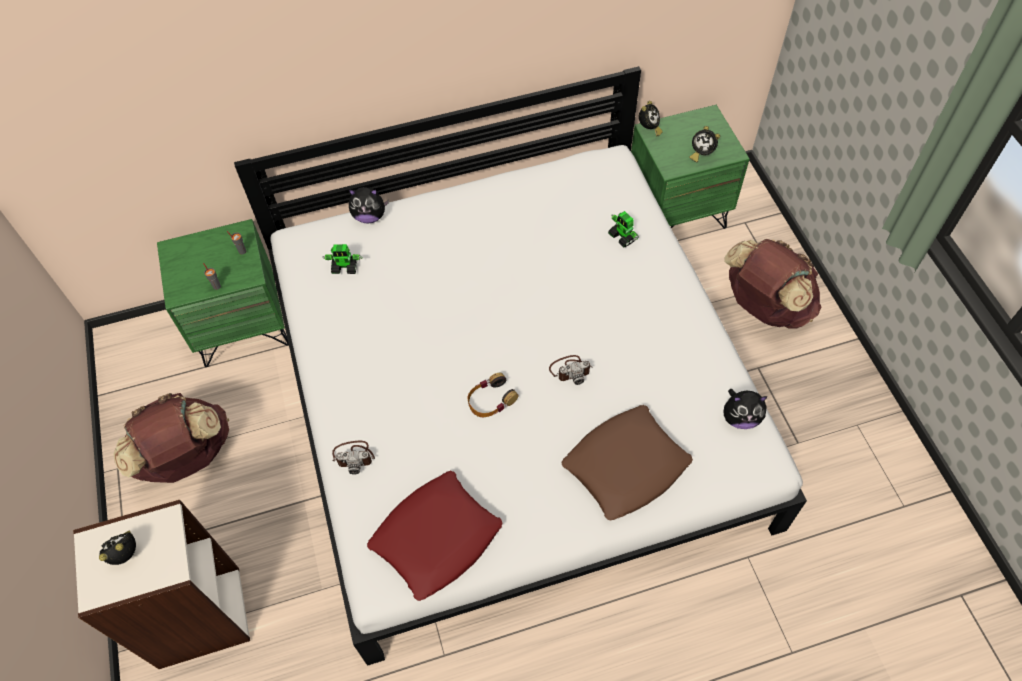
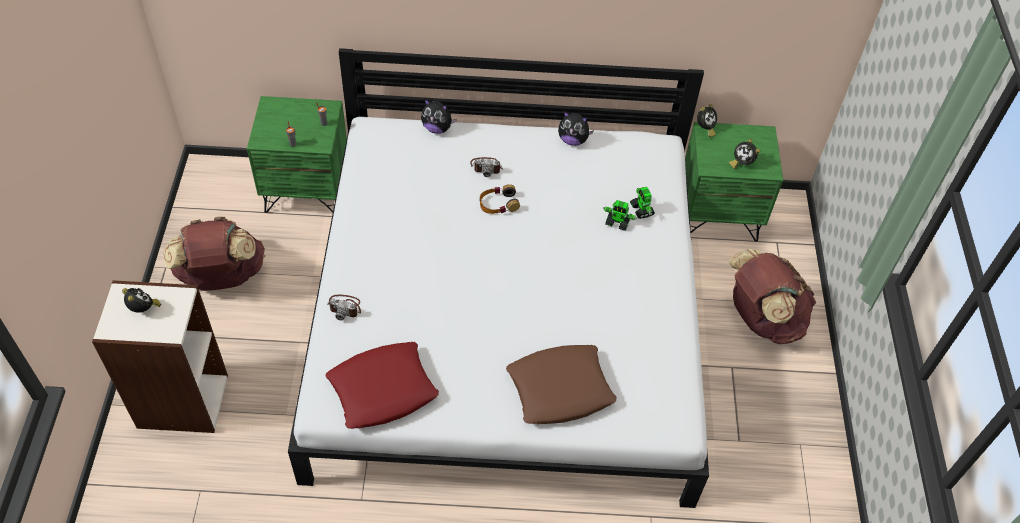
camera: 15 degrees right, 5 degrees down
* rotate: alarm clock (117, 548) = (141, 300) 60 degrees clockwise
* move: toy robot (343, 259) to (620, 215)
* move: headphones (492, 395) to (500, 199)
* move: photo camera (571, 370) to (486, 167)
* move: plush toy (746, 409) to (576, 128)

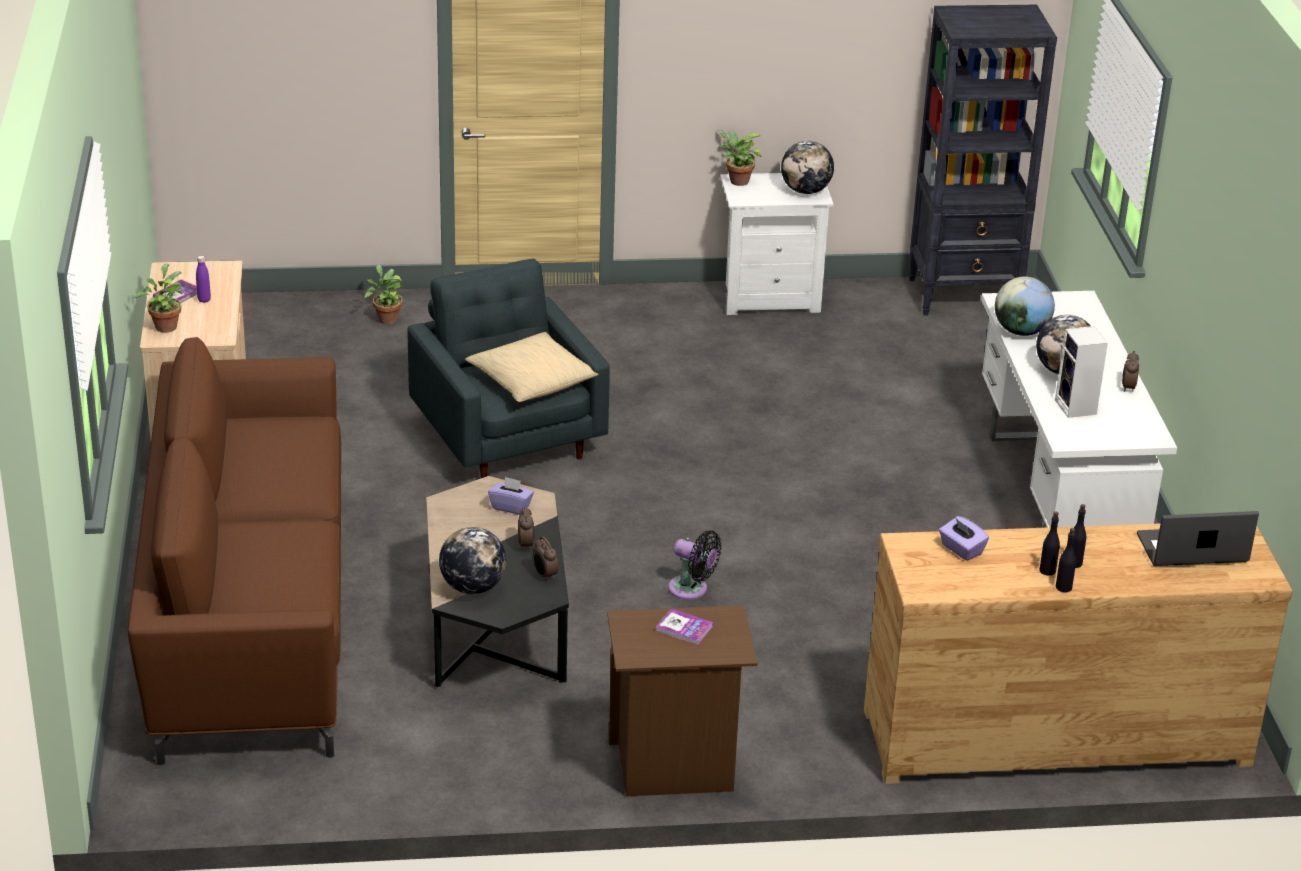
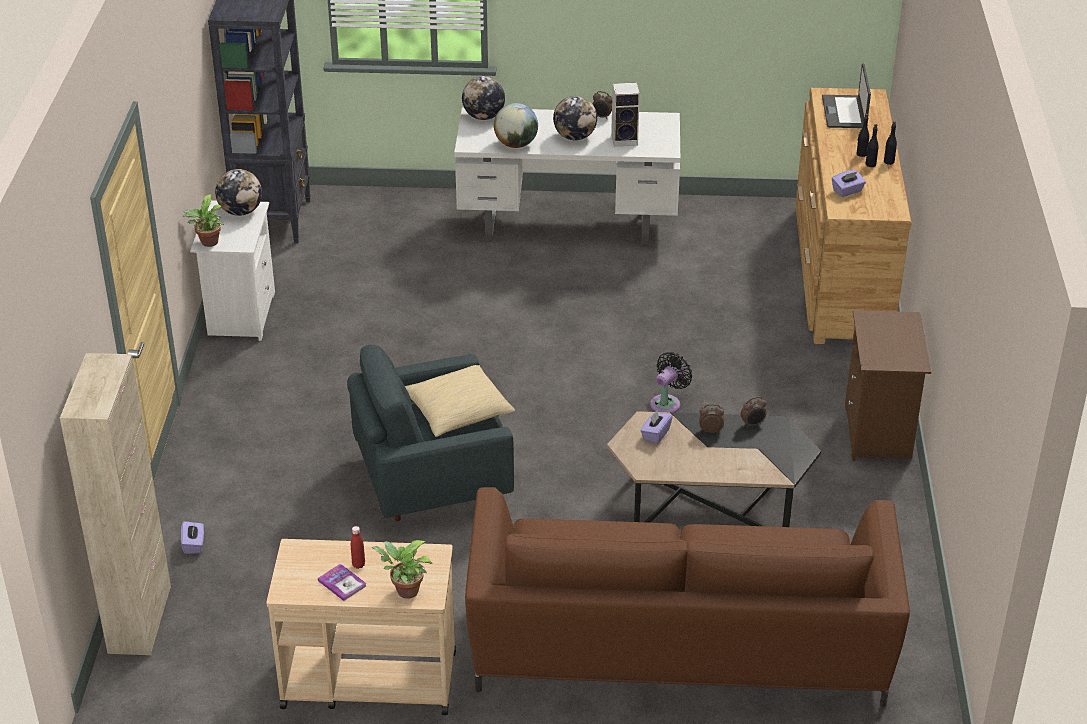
camera: 80 degrees left, 5 degrees up
* recolor: purple bottle (203, 279) to red bottle (358, 547)
* replace: potted plant (384, 294) to purple tissue box (192, 537)
* move: globe (472, 560) to (483, 98)
* delete: book (685, 626)
* insert: beige cabinet (115, 504)

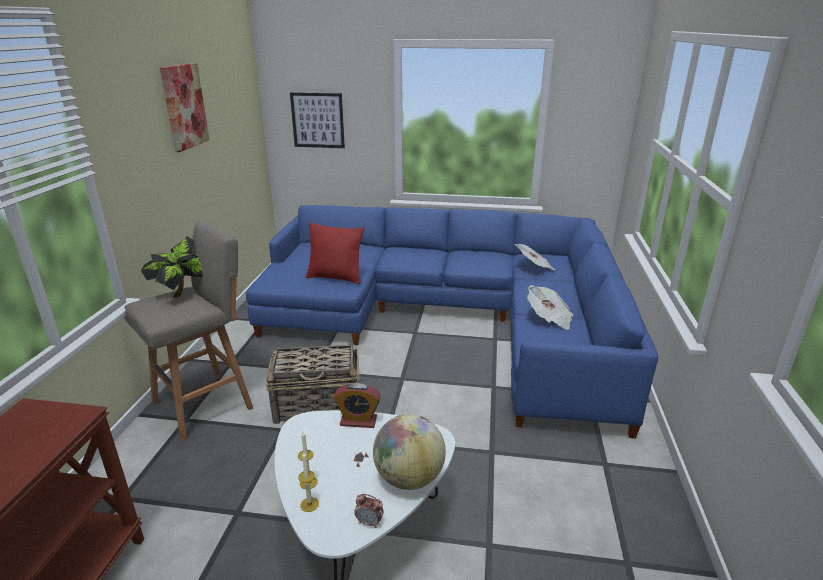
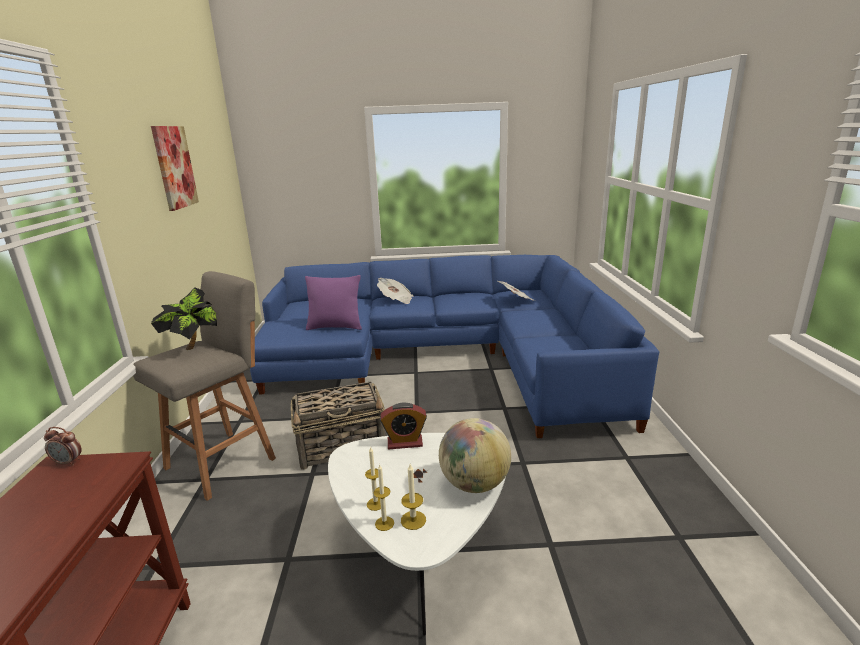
camera: 10 degrees left, 5 degrees down
* delete: picture (317, 120)
* recolor: red pillow (335, 253) to purple pillow (333, 302)
* move: alarm clock (369, 511) to (63, 446)
* move: newspaper (550, 307) to (395, 291)
* insert: candle (413, 497)

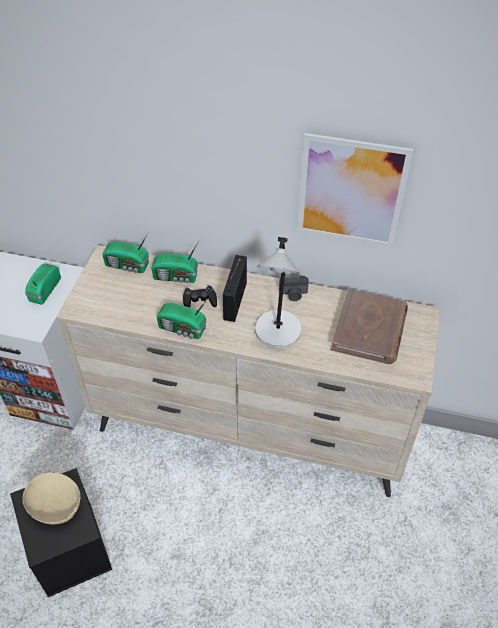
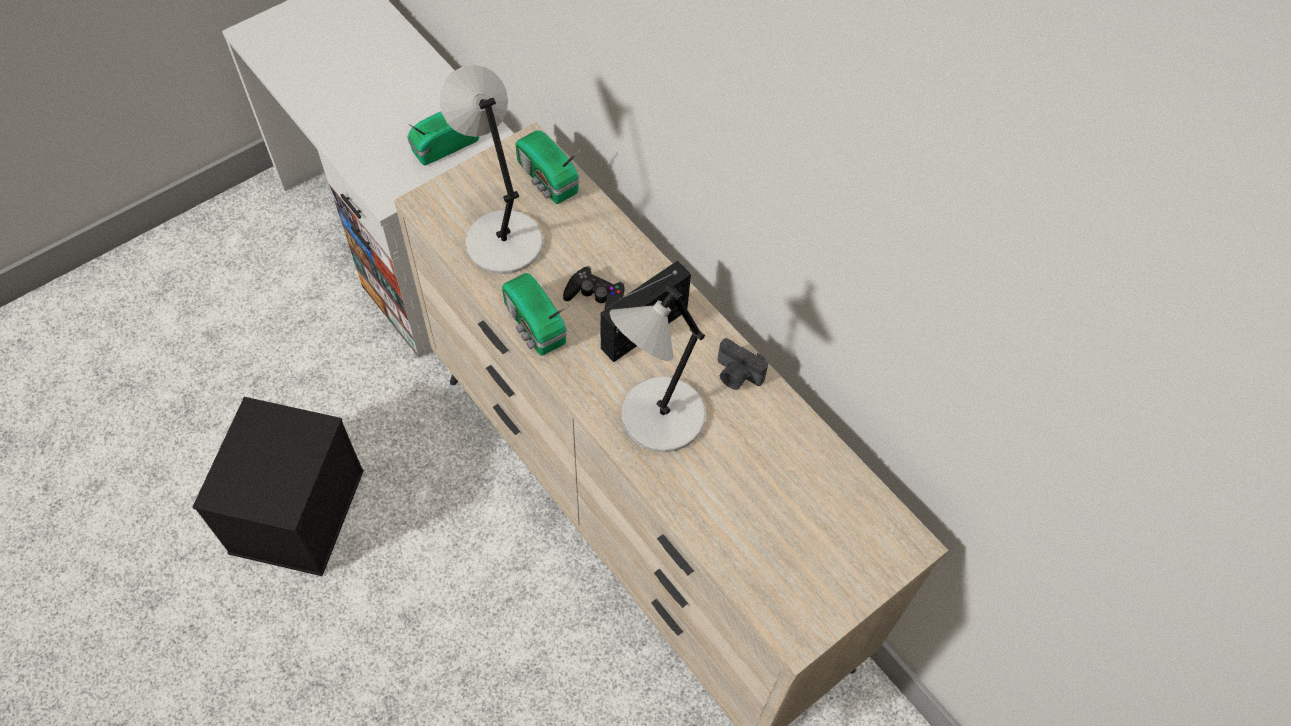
camera: 35 degrees right, 10 degrees up
* delete: beige bowl (51, 498)
* delete: radio (175, 262)
* delete: picture (355, 190)
* delete: brown book (369, 326)
* insert: grey table lamp (491, 169)

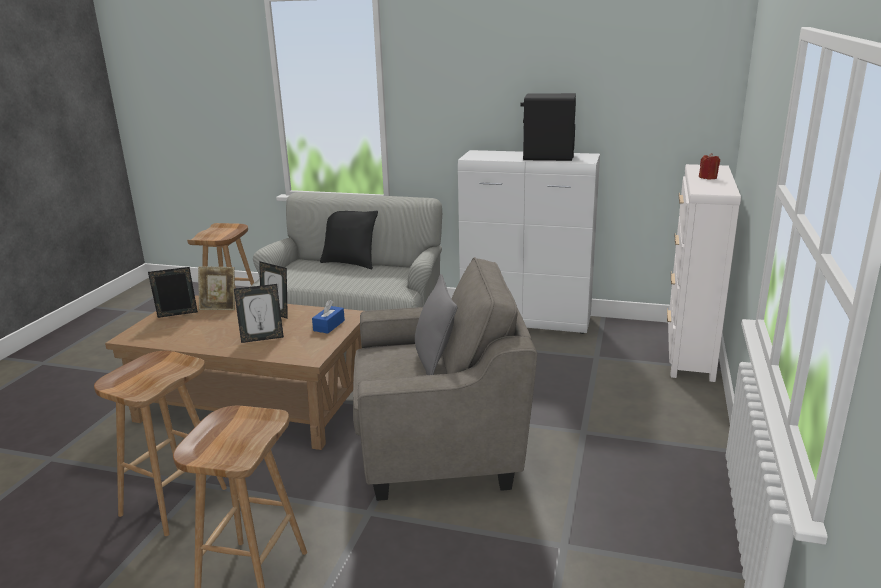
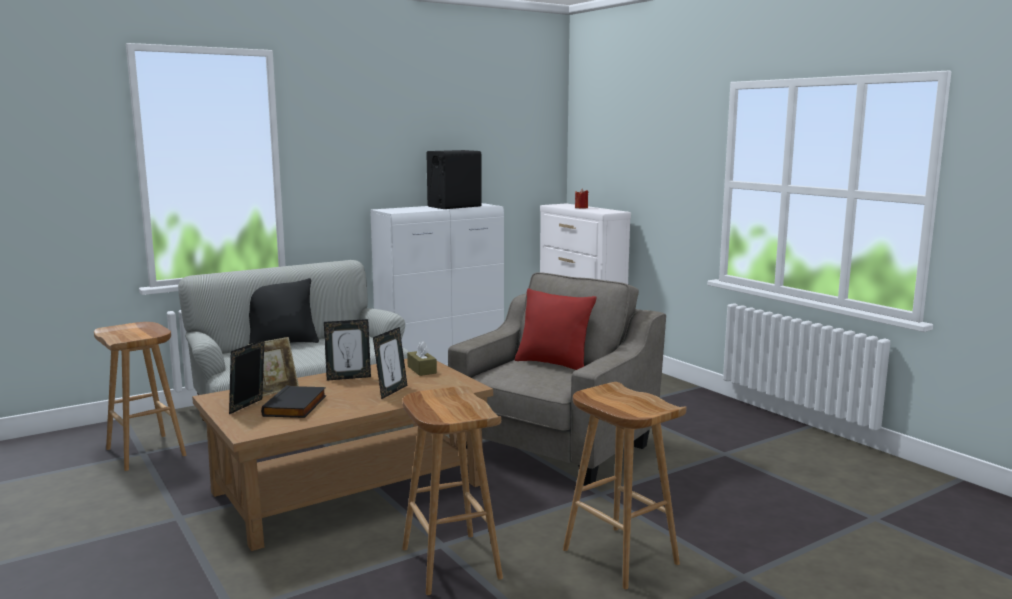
camera: 50 degrees left, 10 degrees down
* recolor: blue tissue box (328, 317) to brown tissue box (422, 358)
* recolor: grey pillow (436, 324) to red pillow (555, 329)
* insert: black book (293, 401)

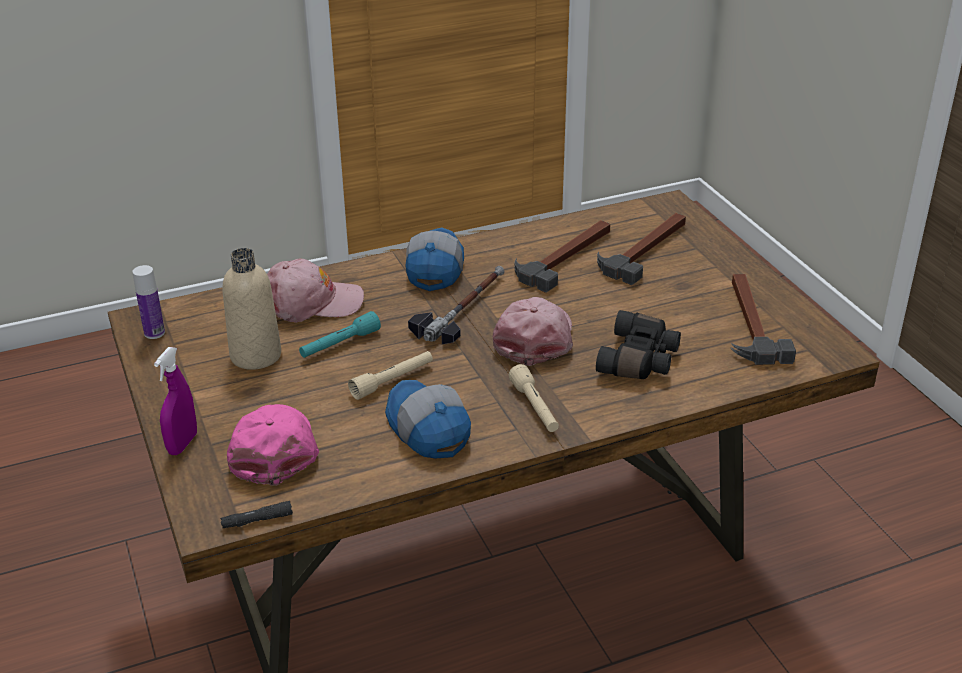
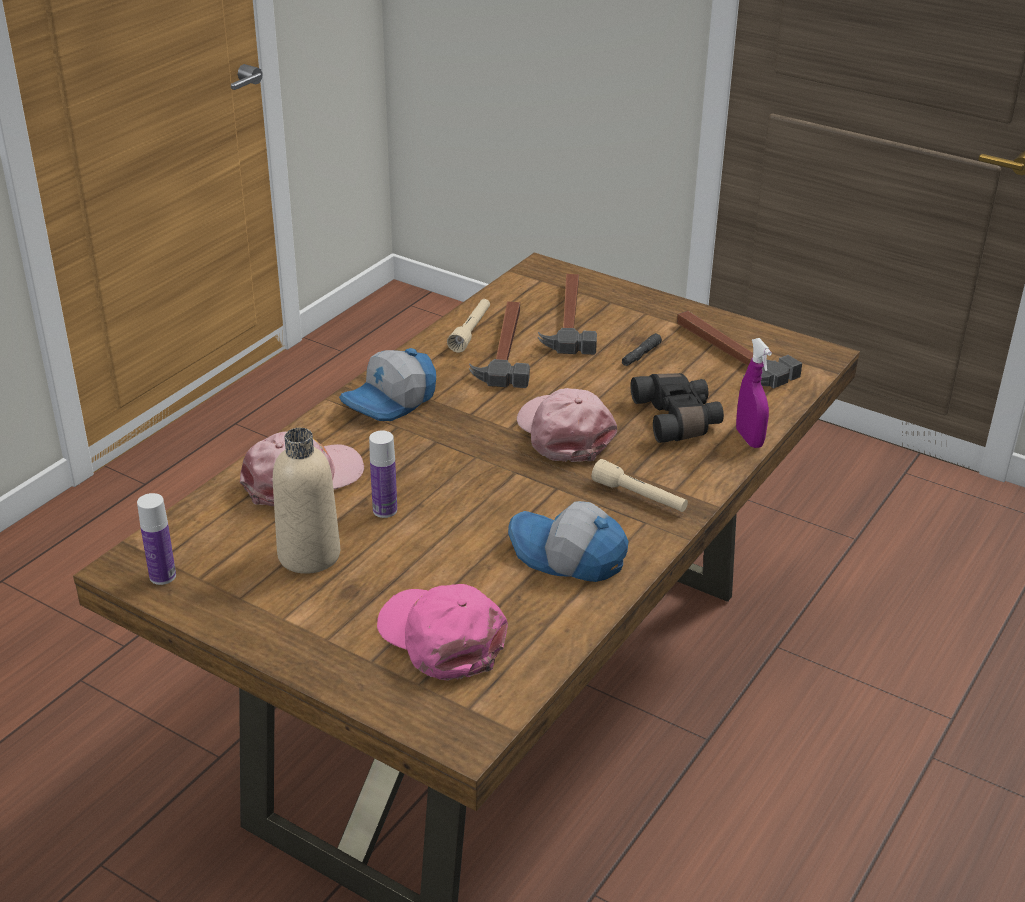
camera: 35 degrees left, 0 degrees up
* move: purple spray bottle (175, 401) to (754, 393)
* move: black flashlight (256, 514) to (642, 349)
* replace: turquoise flashlight (340, 334) to bottle (383, 474)
* move: beige flashlight (390, 375) to (468, 326)
* rotate: cap (435, 259) = (387, 384) 105 degrees counterclockwise
* delete: hammer (456, 305)

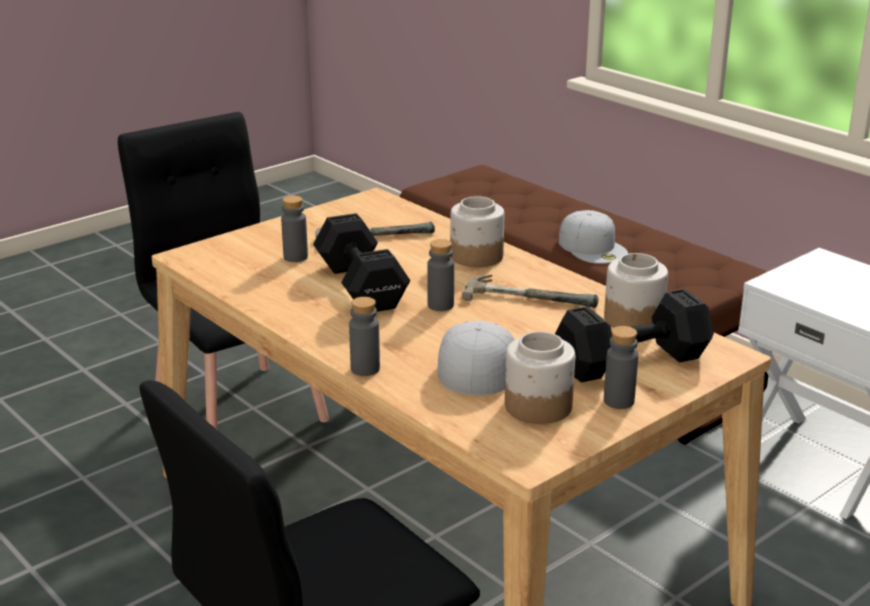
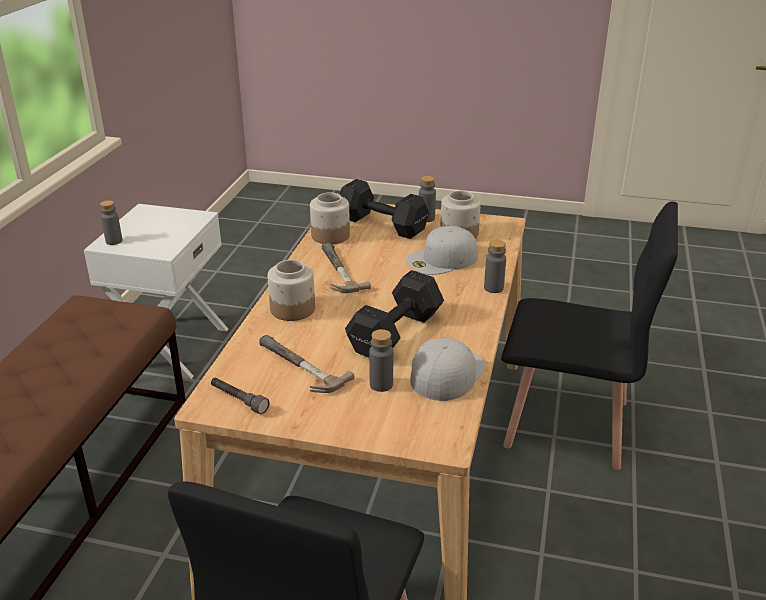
camera: 125 degrees left, 5 degrees up
* move: grey bottle (440, 275) to (111, 222)
* move: white cap (593, 237) to (447, 369)
* insert: grey flashlight (240, 395)

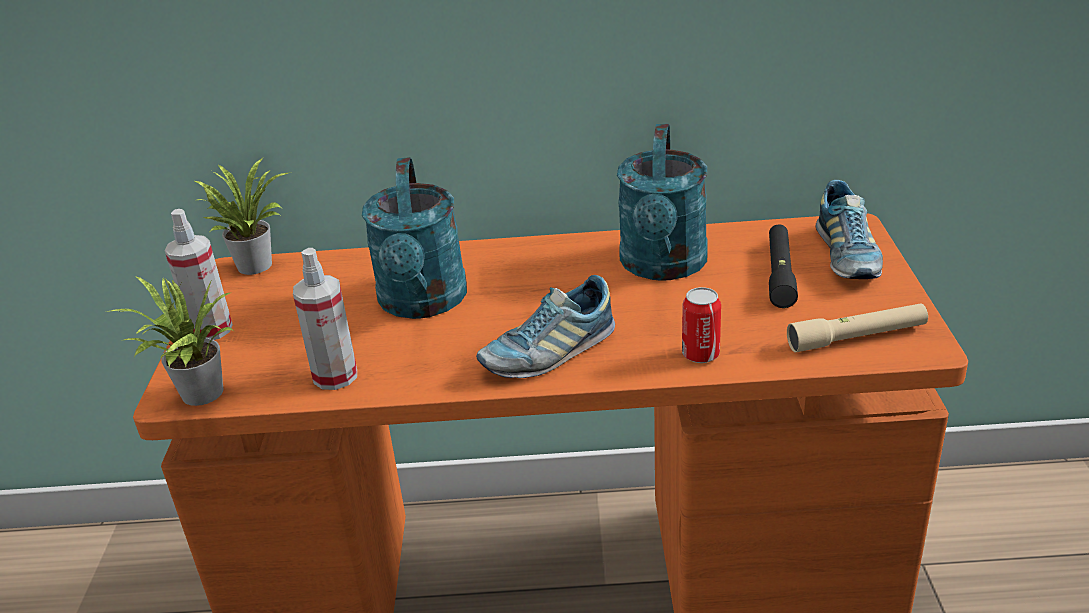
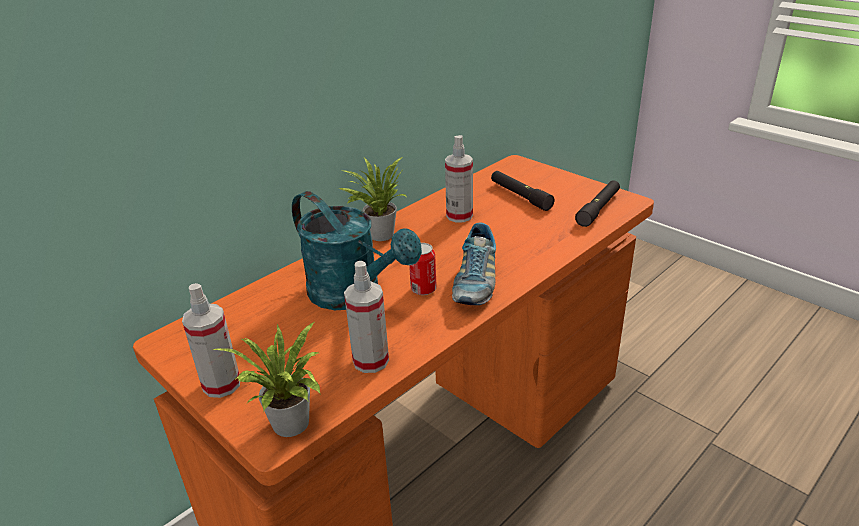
camera: 45 degrees left, 0 degrees up
* move: potted plant (240, 216) to (373, 199)
* replace: turquoise watering can (662, 202) to spray bottle (459, 179)
* move: can (701, 325) to (423, 269)
* recolor: beige flashlight (857, 327) to black flashlight (597, 203)
* delete: shoe (849, 229)

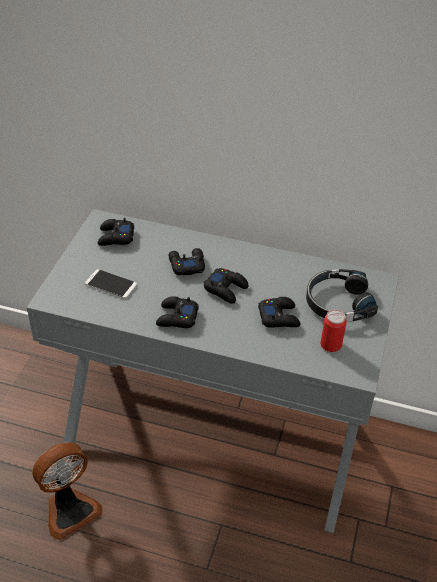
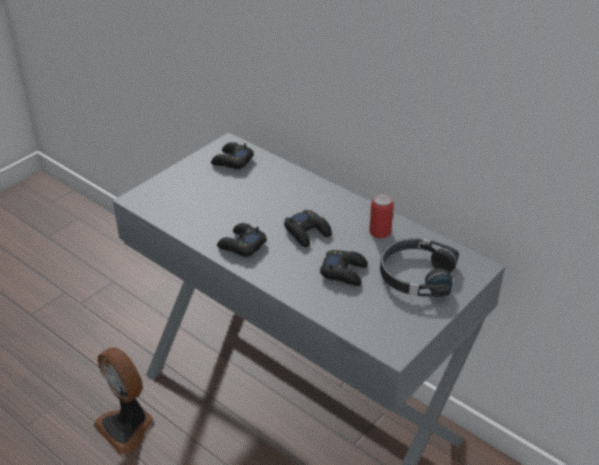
camera: 25 degrees right, 5 degrees down
* rotate: fan (67, 491) = (123, 401) 60 degrees clockwise
* delete: phone (111, 284)
* delete: black game controller (187, 262)
* move: can (333, 330) to (381, 215)

